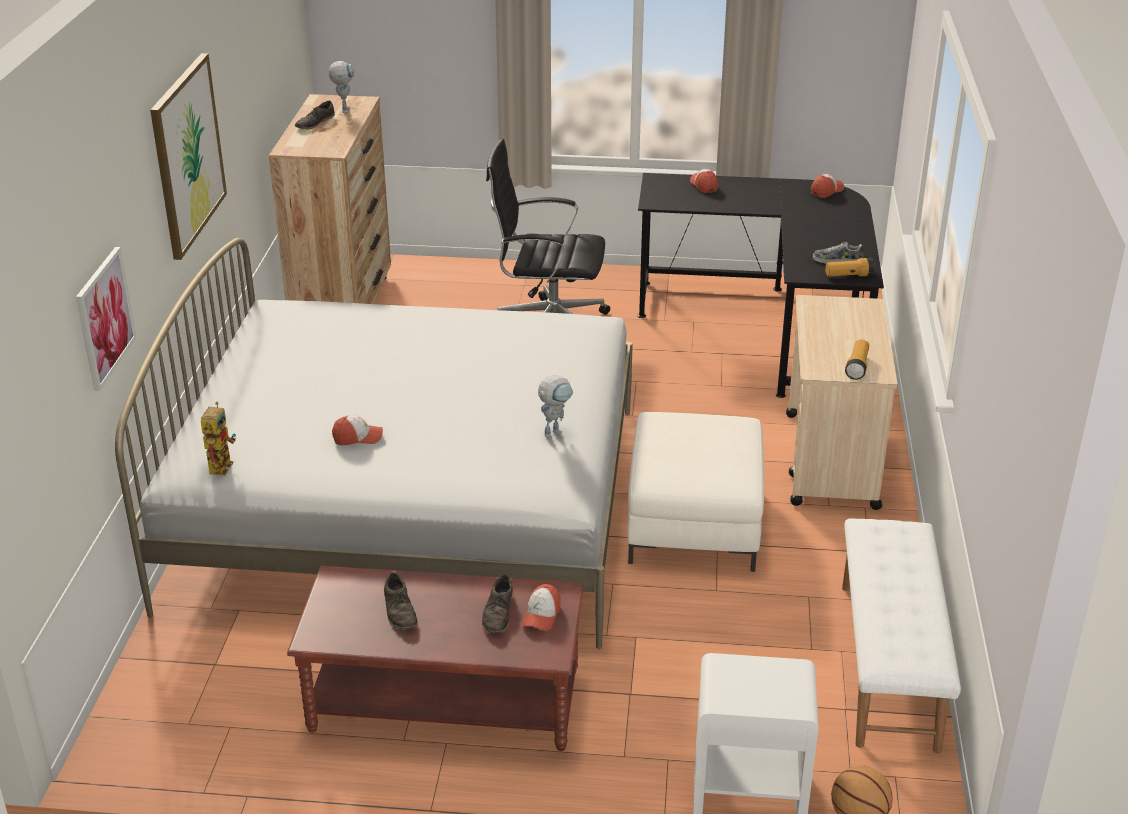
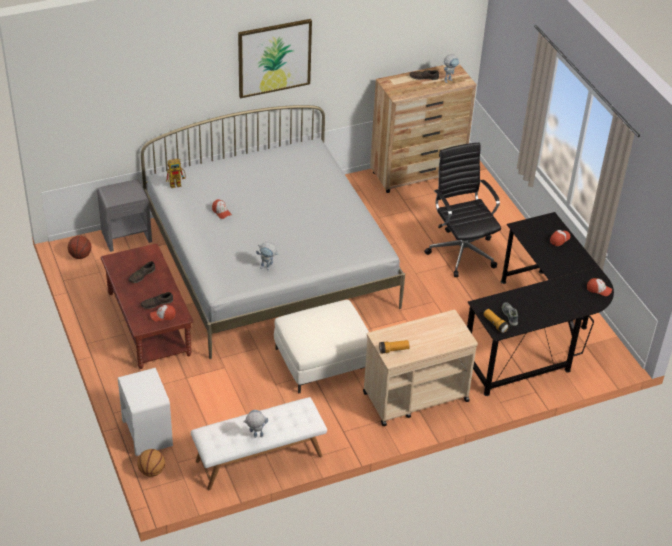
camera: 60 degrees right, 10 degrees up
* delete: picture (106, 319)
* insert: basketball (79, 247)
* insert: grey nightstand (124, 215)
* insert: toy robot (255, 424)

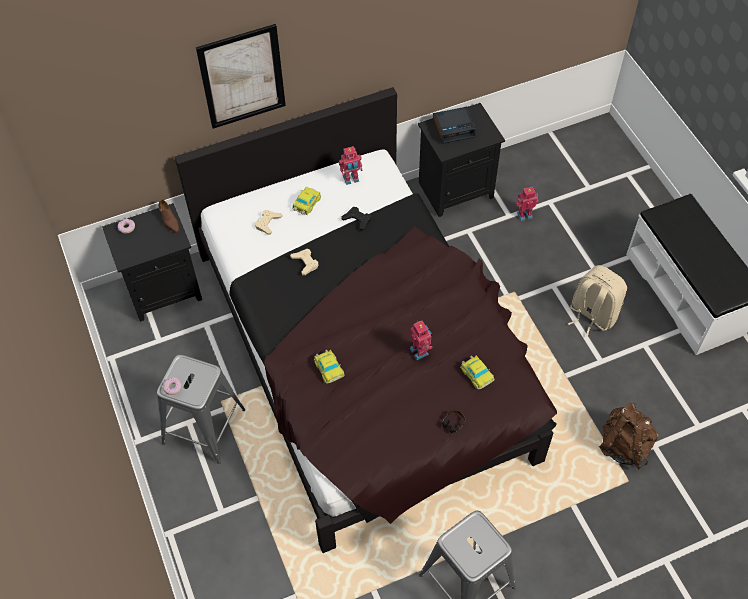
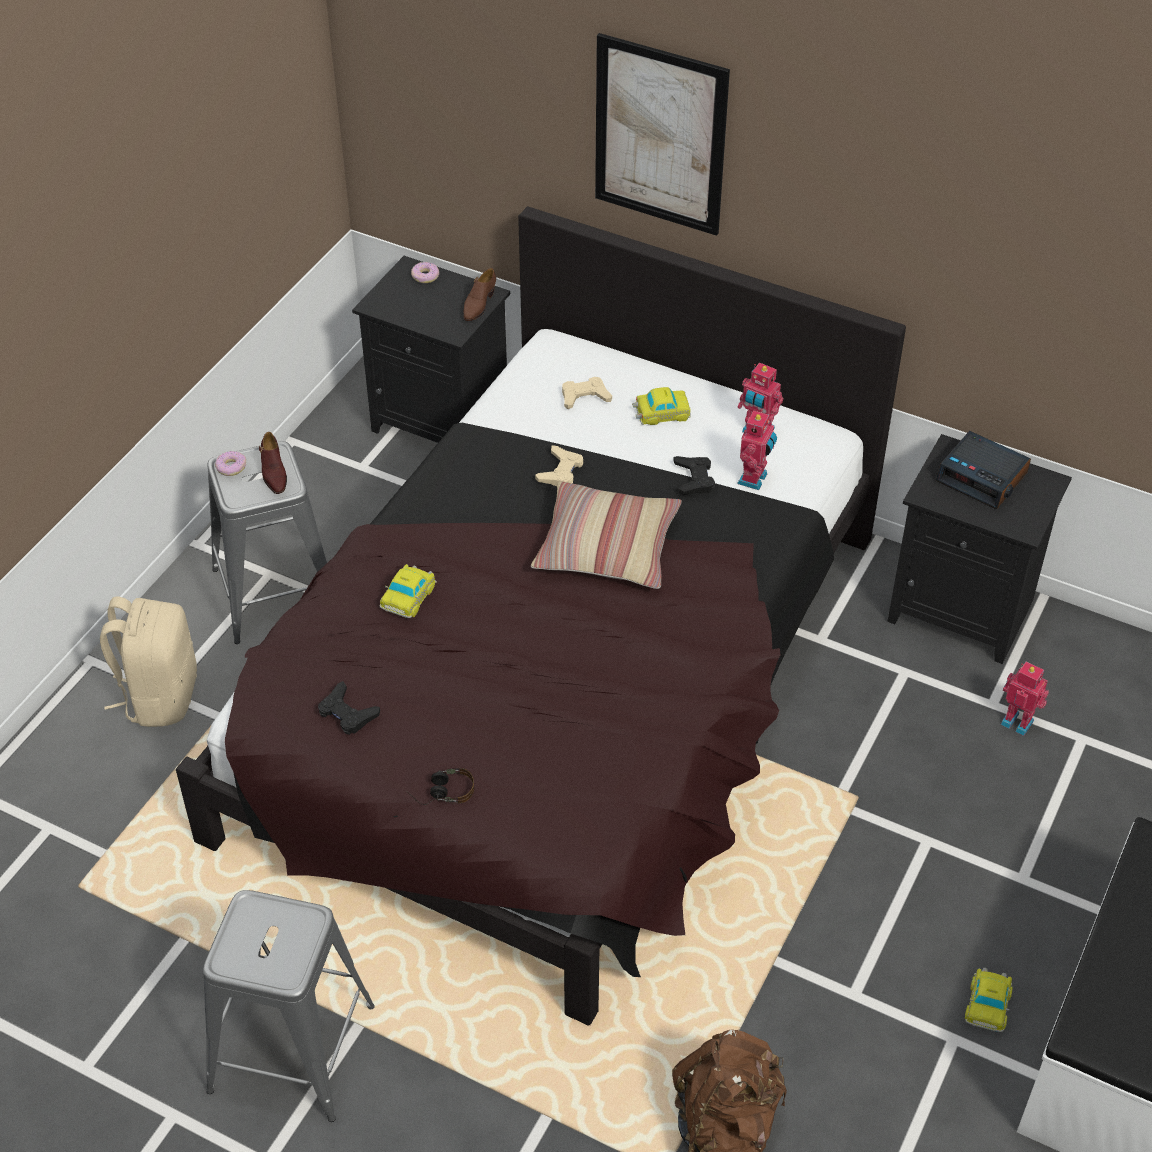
camera: 50 degrees right, 10 degrees down
* move: toy robot (421, 340) to (757, 450)
* move: toy car (477, 372) to (989, 1000)
* move: beige backpack (597, 301) to (148, 662)
* insert: brown shoe (273, 463)
* insert: black game controller (349, 708)
* insert: pillow (606, 535)

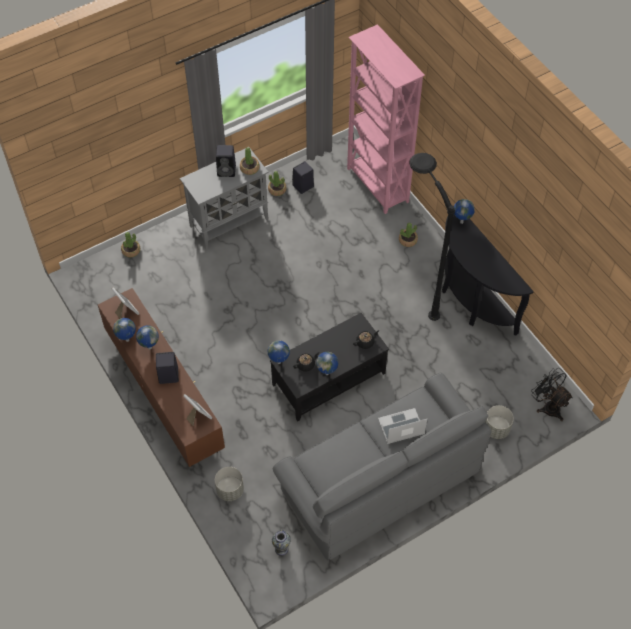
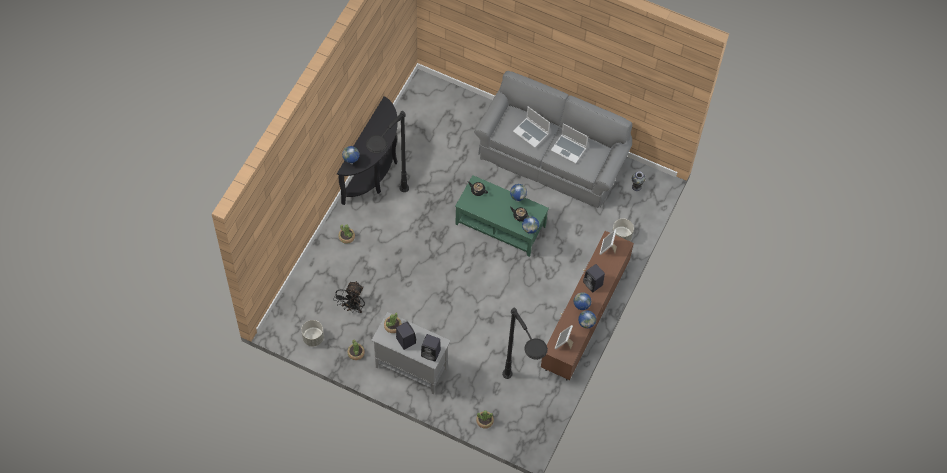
camera: 125 degrees left, 5 degrees up
* recolor: black coffee table (329, 367) to green coffee table (502, 216)
* move: black speaker (303, 177) to (431, 348)
* delete: pink bookcase (386, 119)
* move: grey planter (499, 422) to (312, 333)
* move: black fan (552, 394) to (349, 297)
* insert: black floor lamp (525, 343)
* insert: laptop (569, 143)

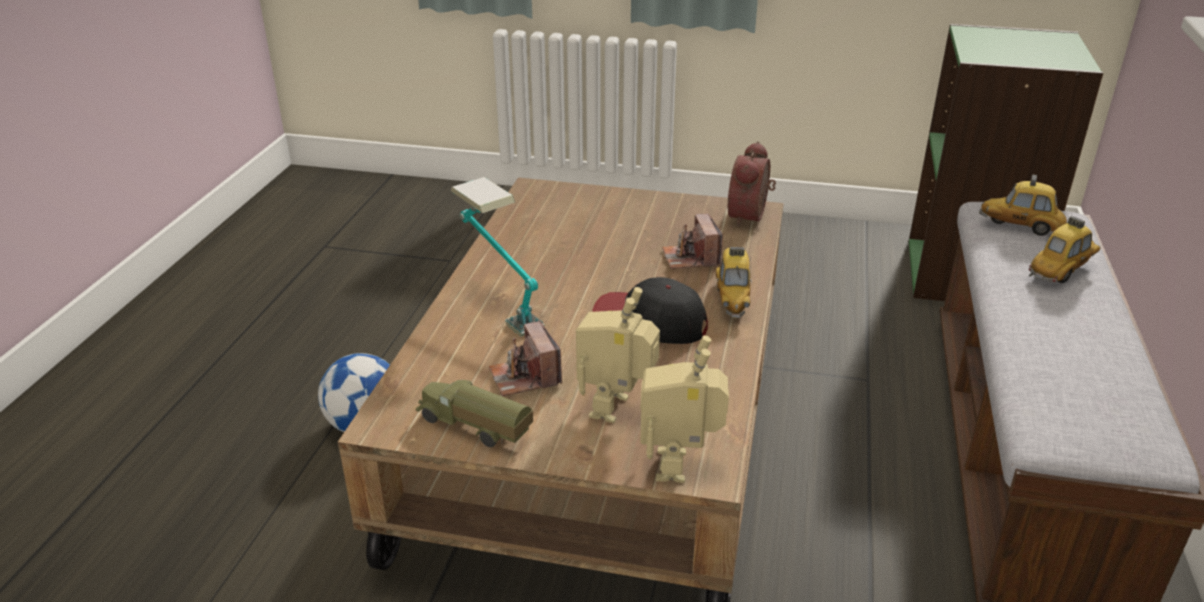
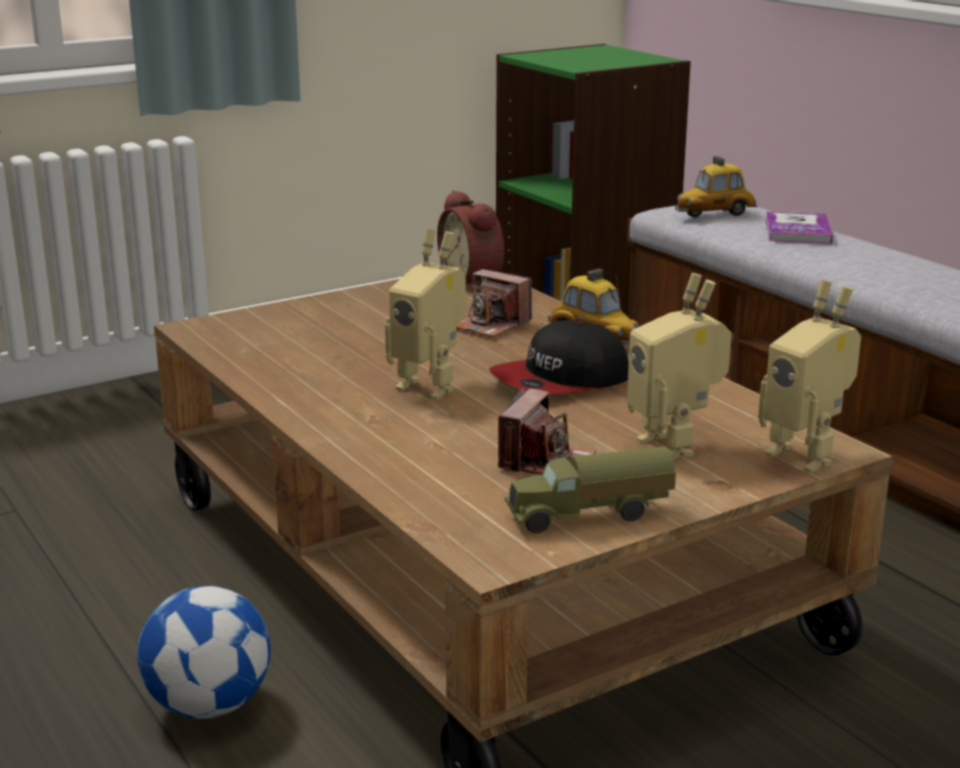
camera: 45 degrees left, 10 degrees down
* delete: table lamp (498, 256)
* rotate: photo camera (525, 358) = (547, 431) 90 degrees counterclockwise
* replace: toy car (1064, 248) to book (799, 228)
* insert: toy robot (425, 314)

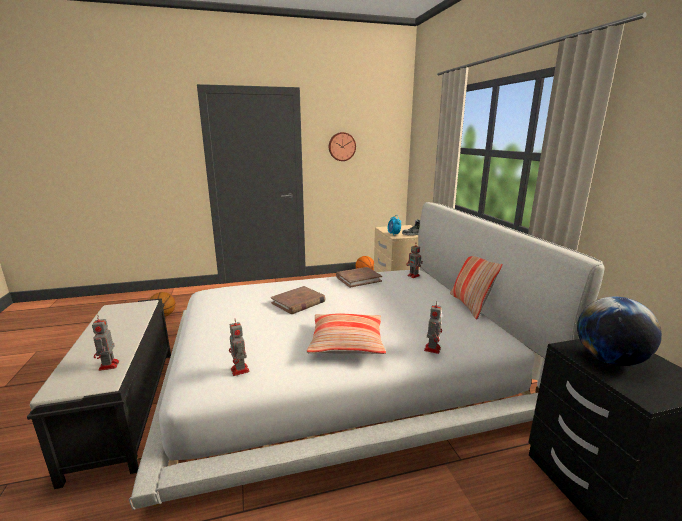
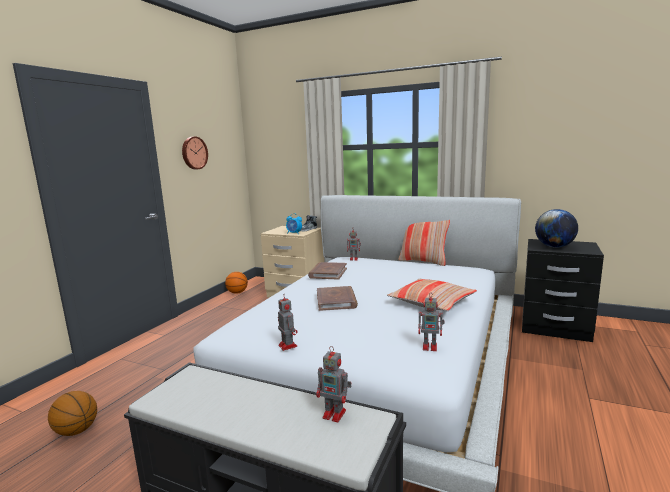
camera: 50 degrees left, 5 degrees down
* move: toy robot (433, 327) to (287, 322)

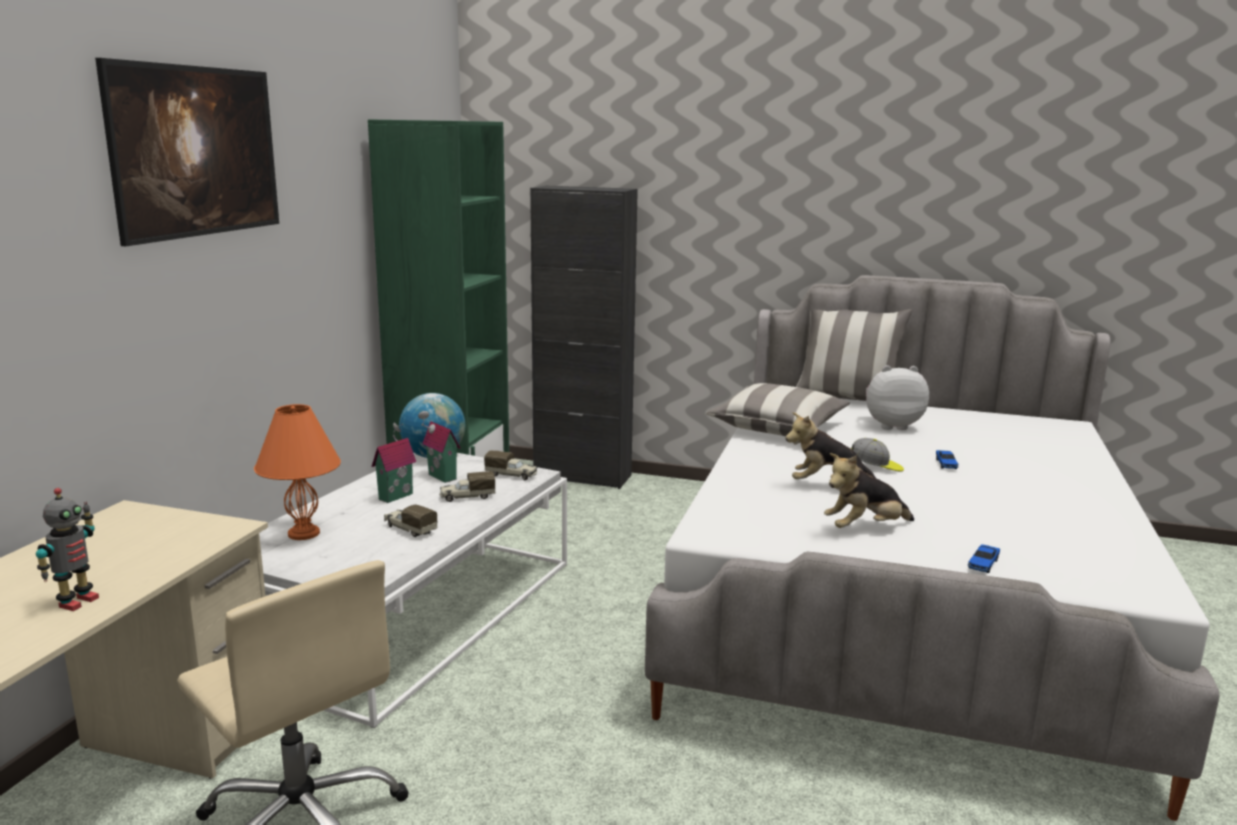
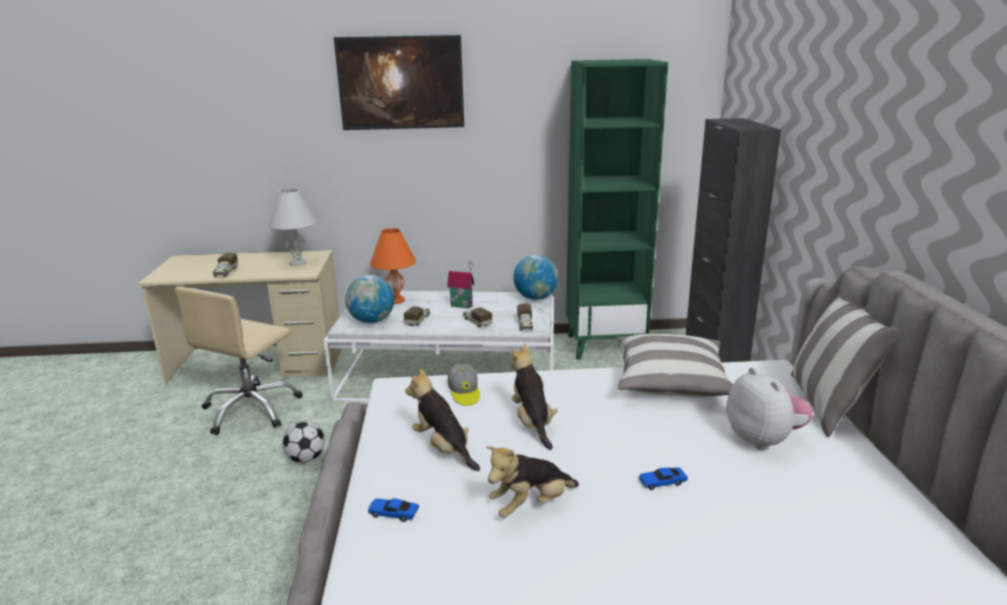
camera: 70 degrees right, 5 degrees up
* replace: toy robot (67, 549) to toy truck (225, 264)
* delete: toy house (439, 447)
* move: cap (877, 455) to (463, 385)
* insert: white table lamp (292, 227)
* insert: football (304, 442)
* insert: globe (370, 299)
* insert: plush toy (533, 482)

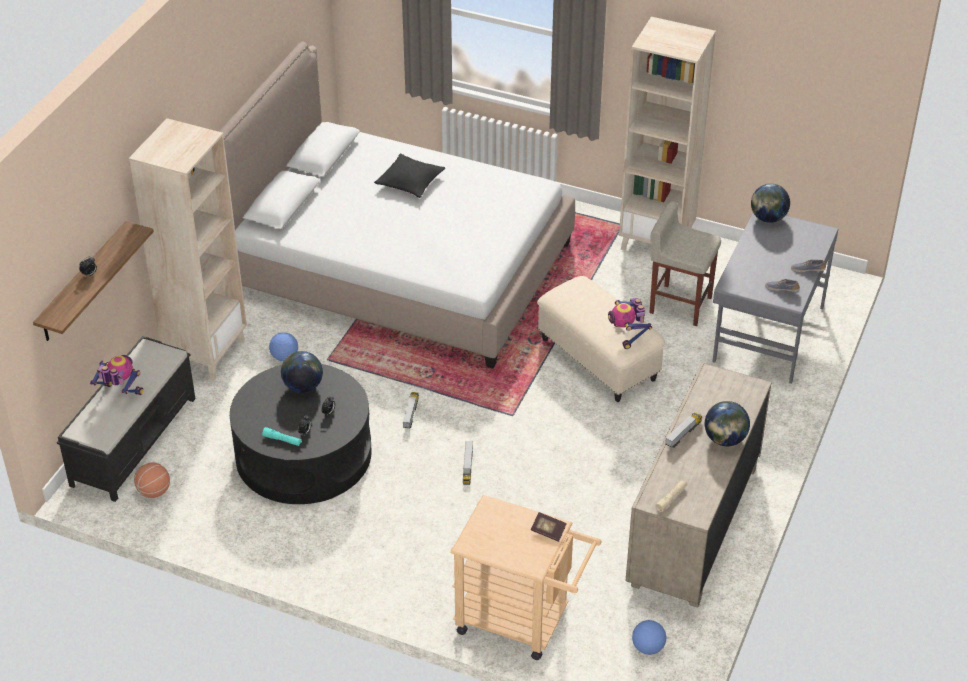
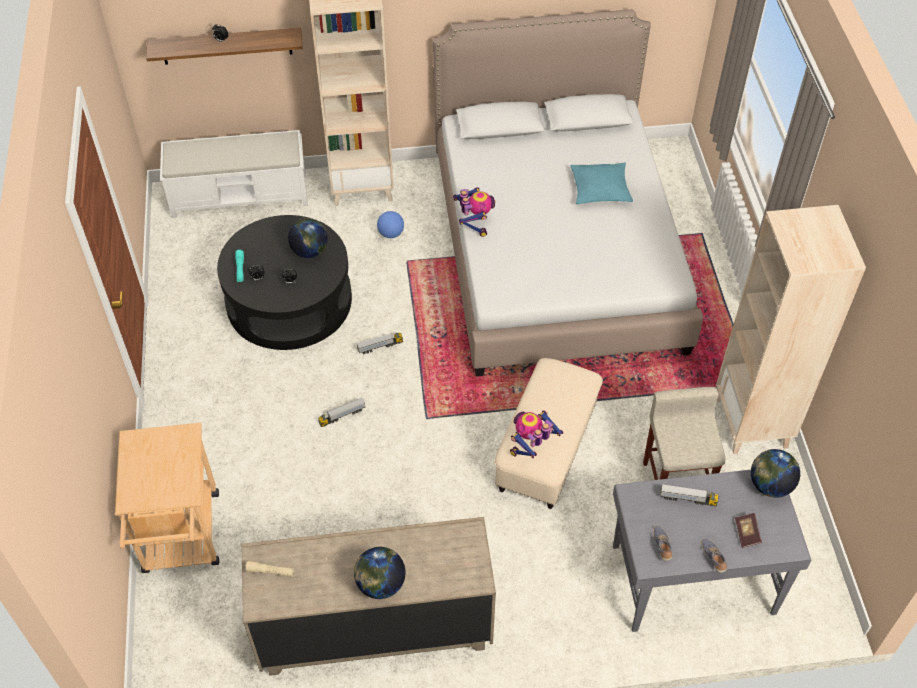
camera: 60 degrees right, 10 degrees up
* recolor: black bench (126, 419) to white bench (234, 174)
* move: toy robot (116, 375) to (474, 212)
* delete: basketball (152, 480)
* recolor: black pillow (409, 176) to turquoise pillow (601, 183)
* move: book (549, 527) to (748, 530)
* delete: football (649, 637)
* move: toy truck (683, 430) to (689, 495)

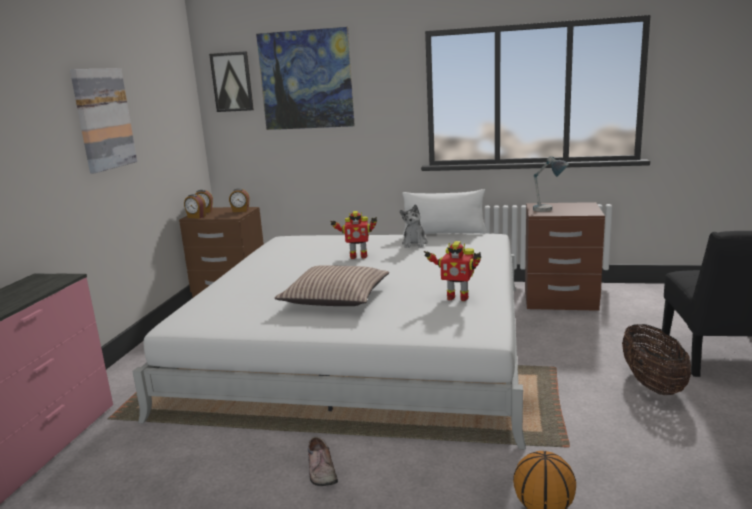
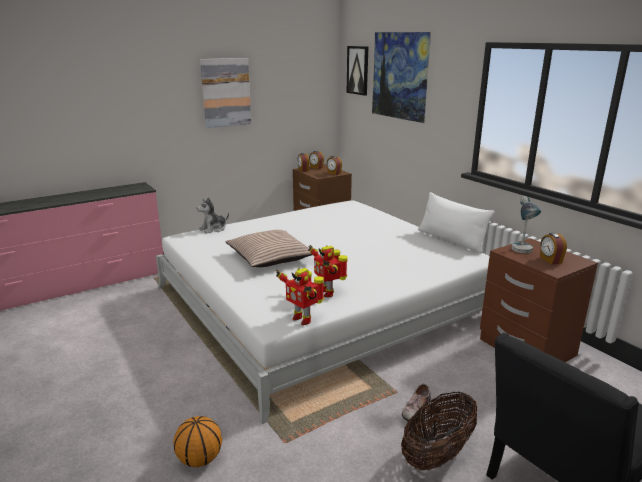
camera: 45 degrees right, 5 degrees up
* move: shoe (323, 461) to (416, 402)
* move: toy robot (353, 235) to (300, 296)
* move: plush toy (414, 226) to (212, 215)
* insert: alarm clock (553, 249)

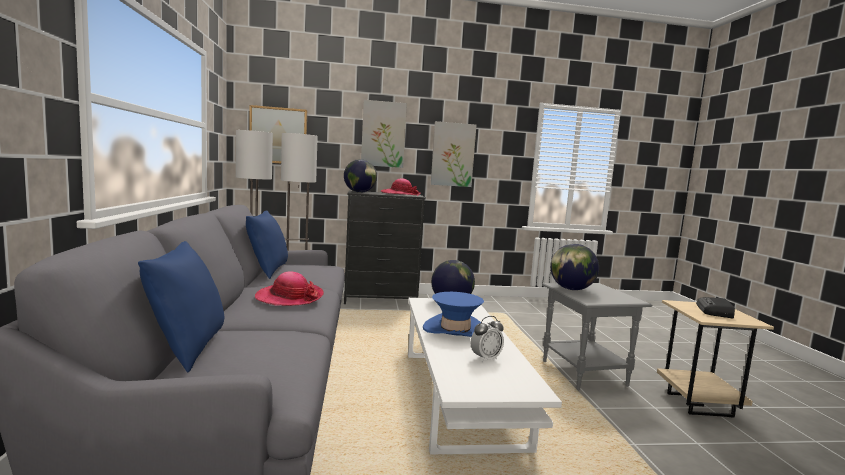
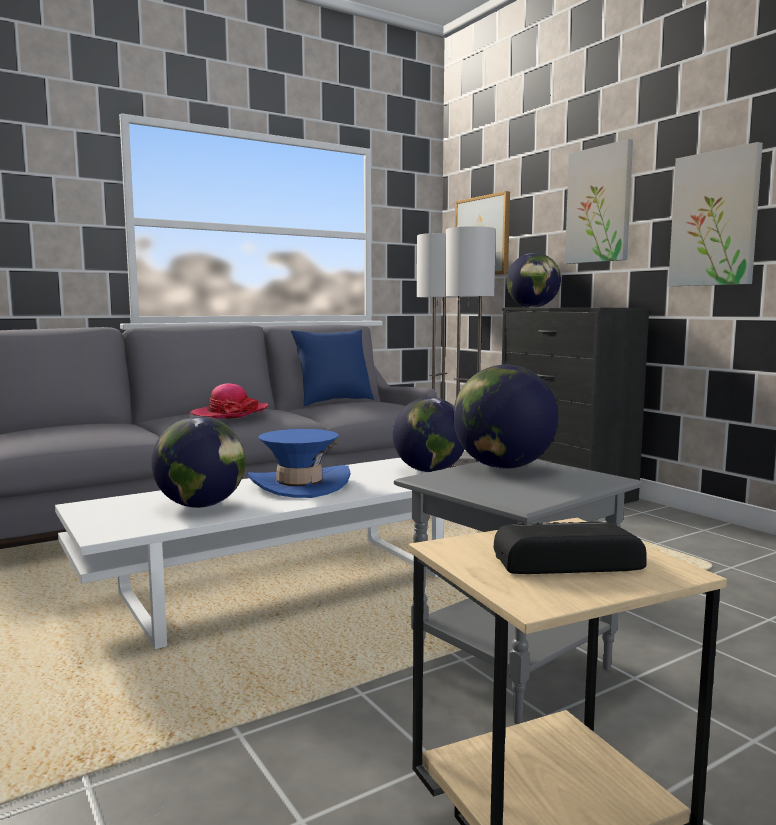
camera: 65 degrees right, 0 degrees up
* delete: blue pillow (181, 306)
* delete: hat (401, 187)
* replace: alarm clock (487, 339) to globe (198, 462)

